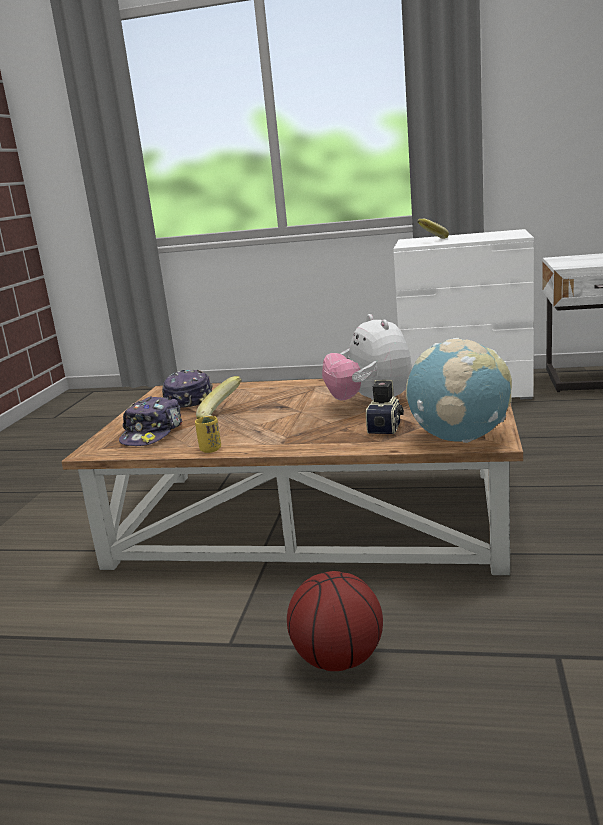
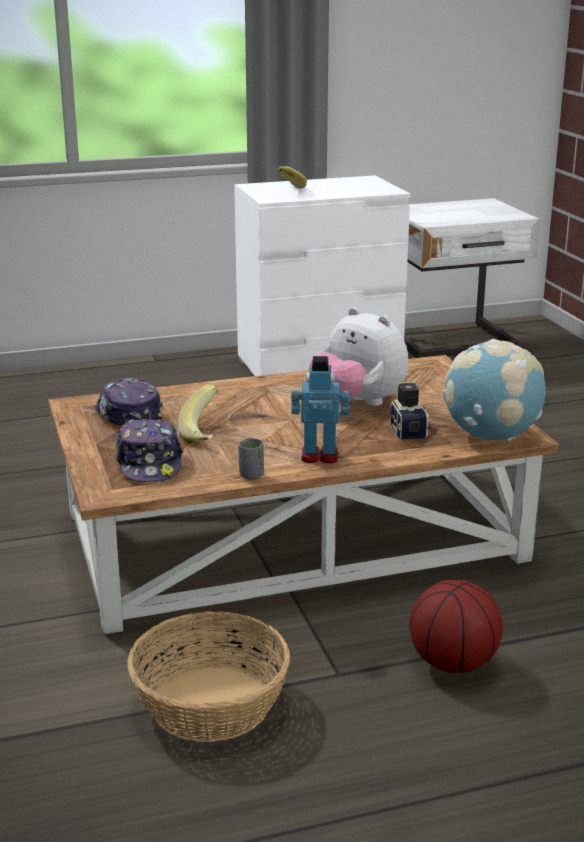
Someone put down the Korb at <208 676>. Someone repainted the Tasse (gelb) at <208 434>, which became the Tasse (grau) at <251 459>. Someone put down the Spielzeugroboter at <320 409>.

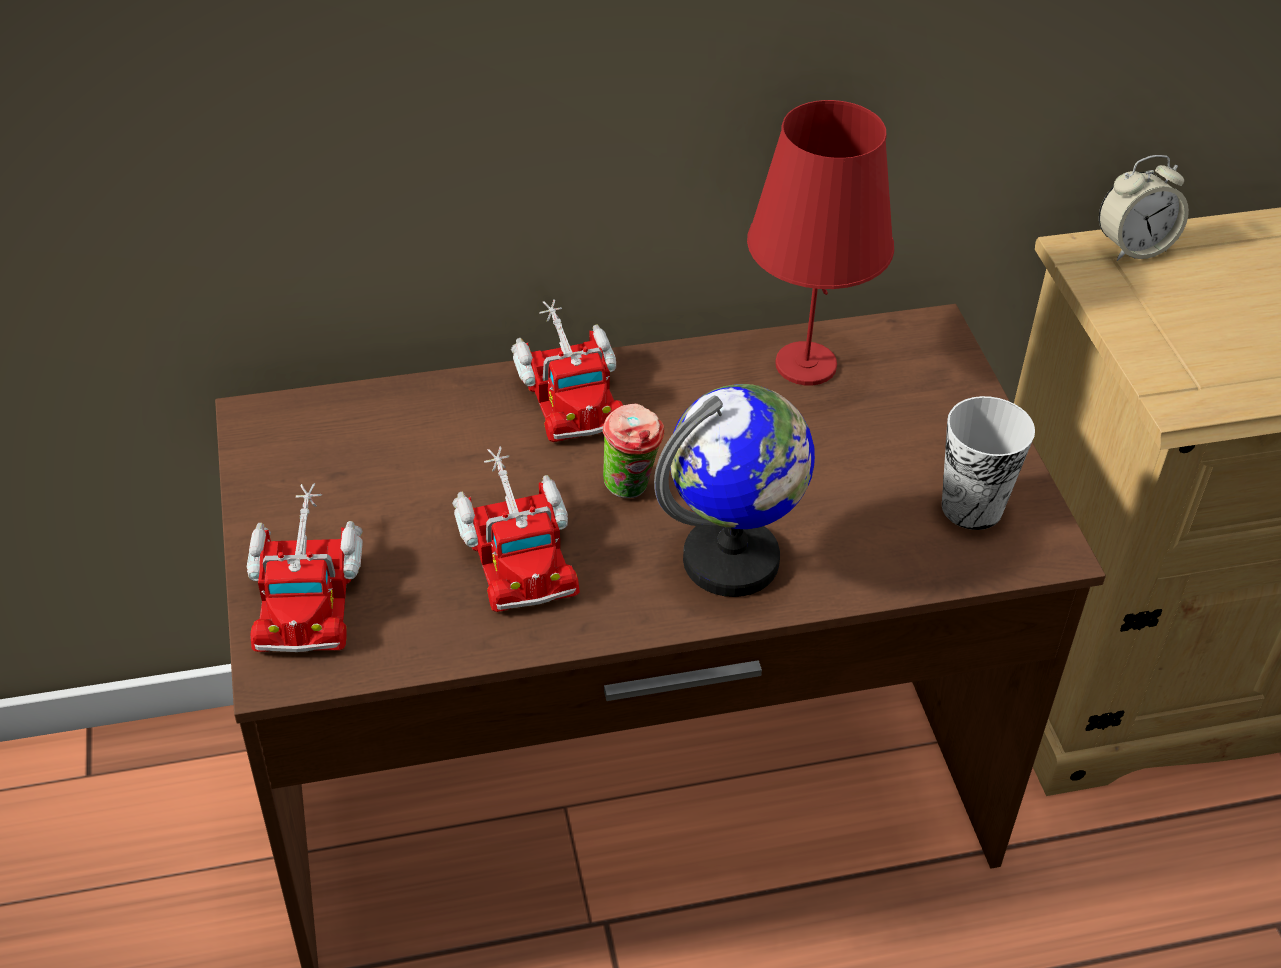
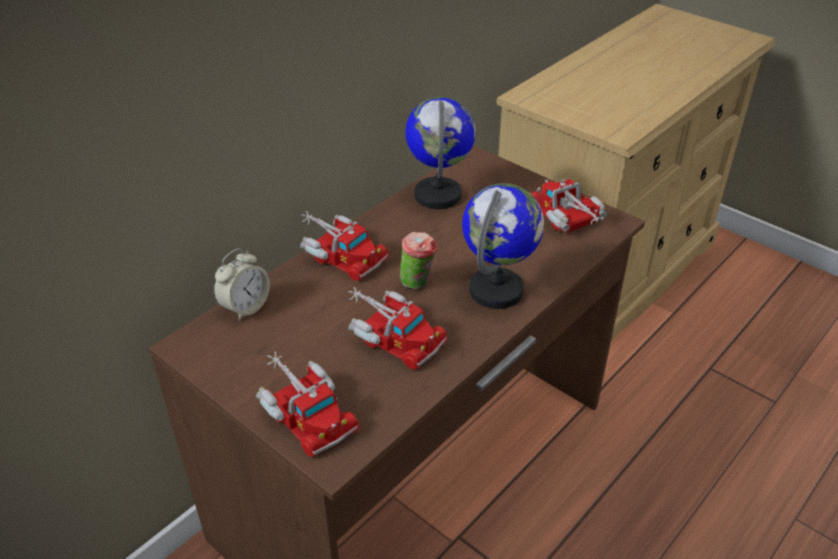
Someone carried the Wecker from <1144 208> to <241 284>. Someone swapped the Tischlampe (rot) at <820 242> for the Globus at <440 153>. Someone swapped the Tasse at <988 463> for the Spielzeuglaster at <569 206>.

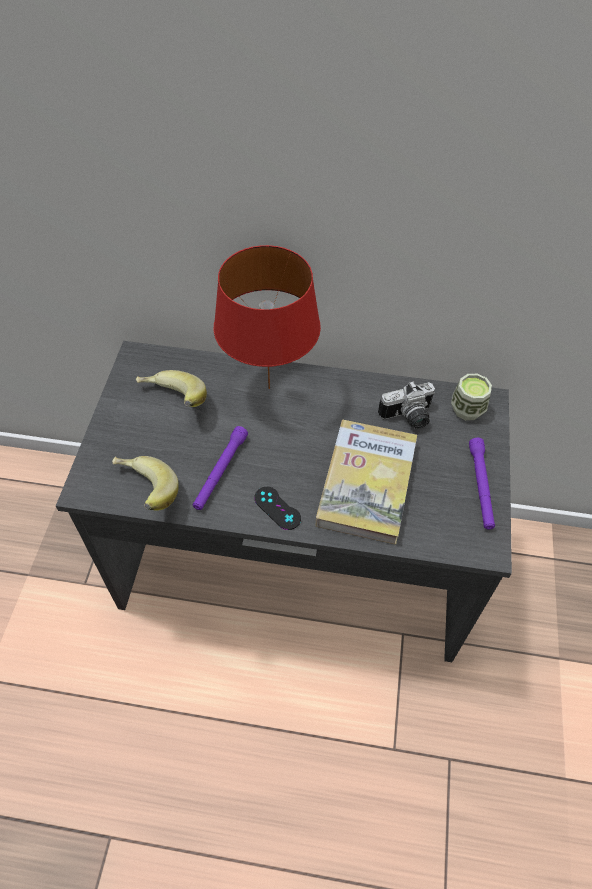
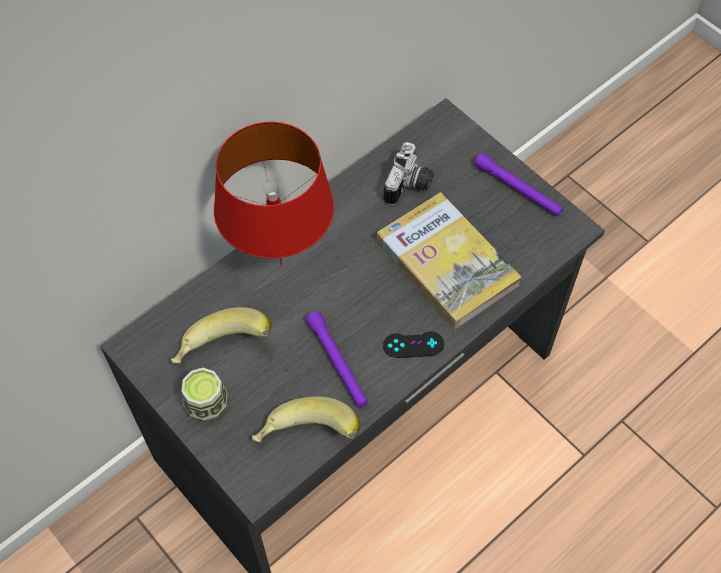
Someone carried the Tasse from <471 397> to <204 394>.

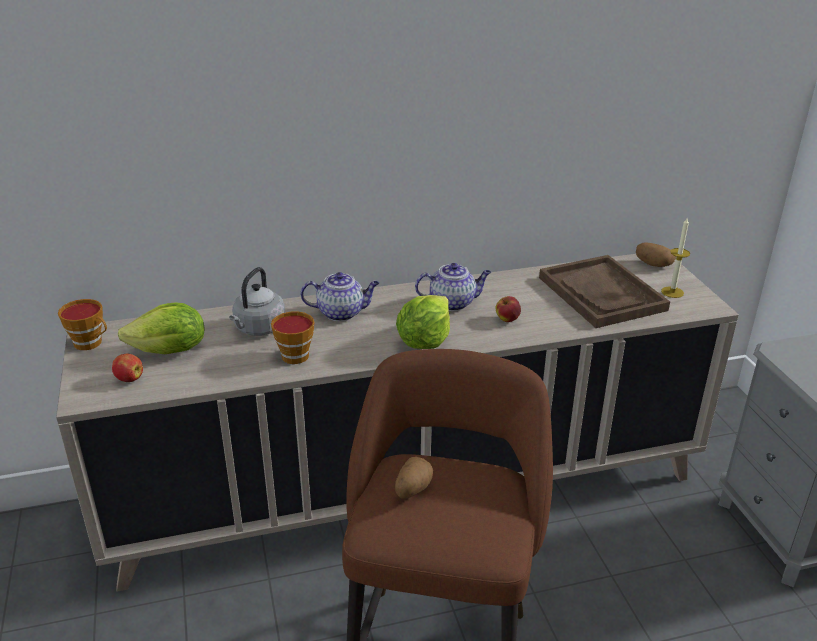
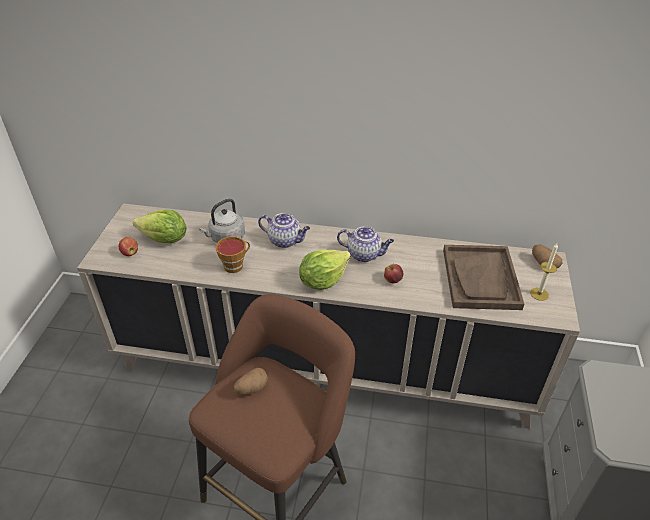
Someone took away the Tasse at <82 324>.

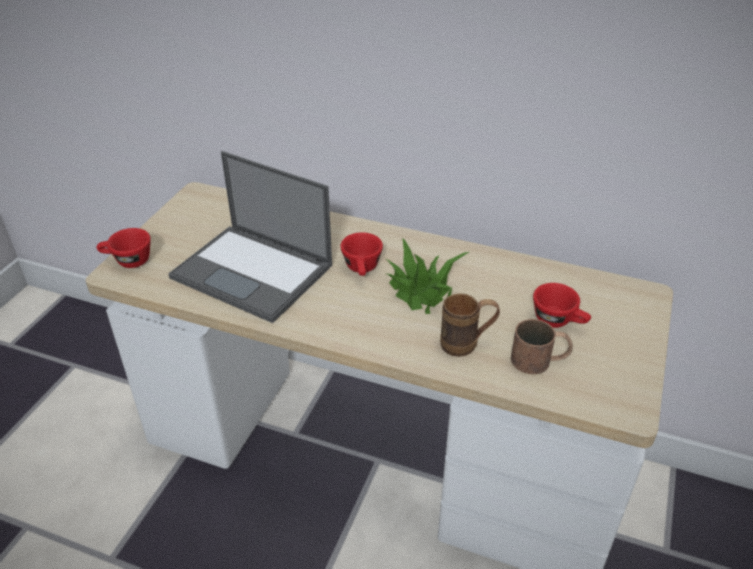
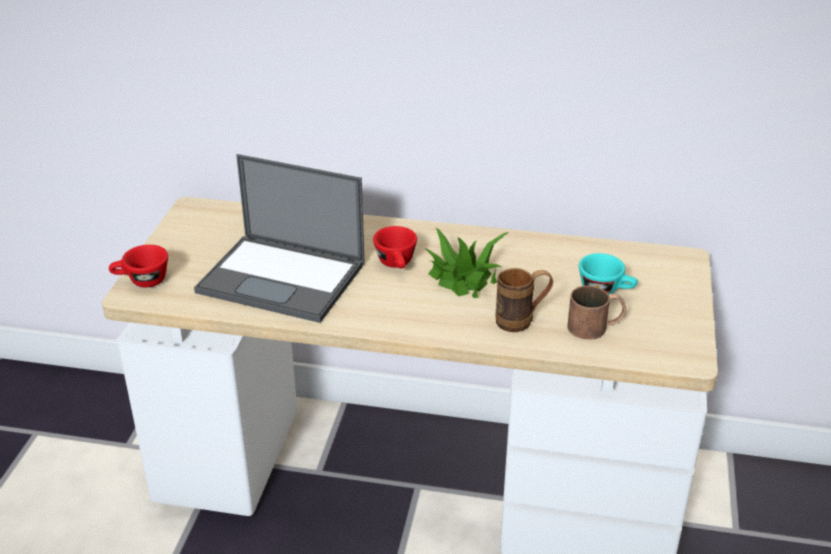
Someone repainted the Tasse (rot) at <562 305>, which became the Tasse (türkis) at <608 273>.

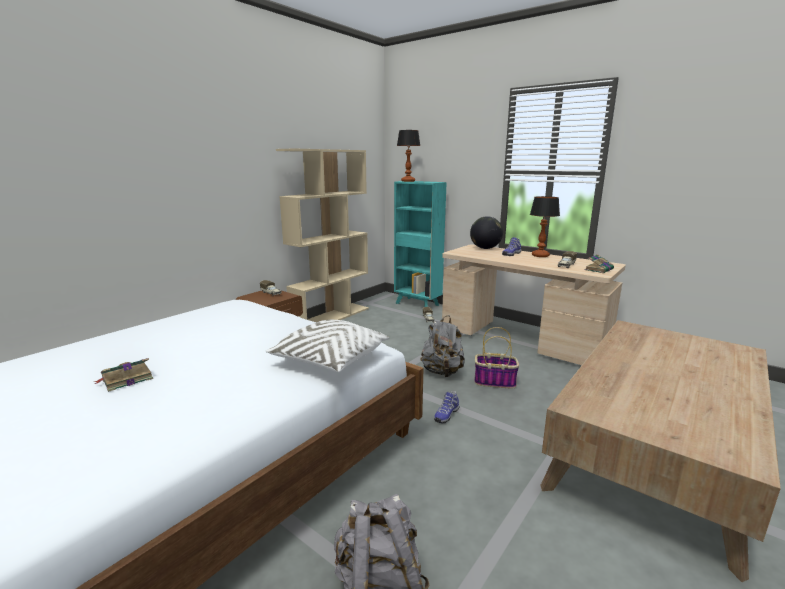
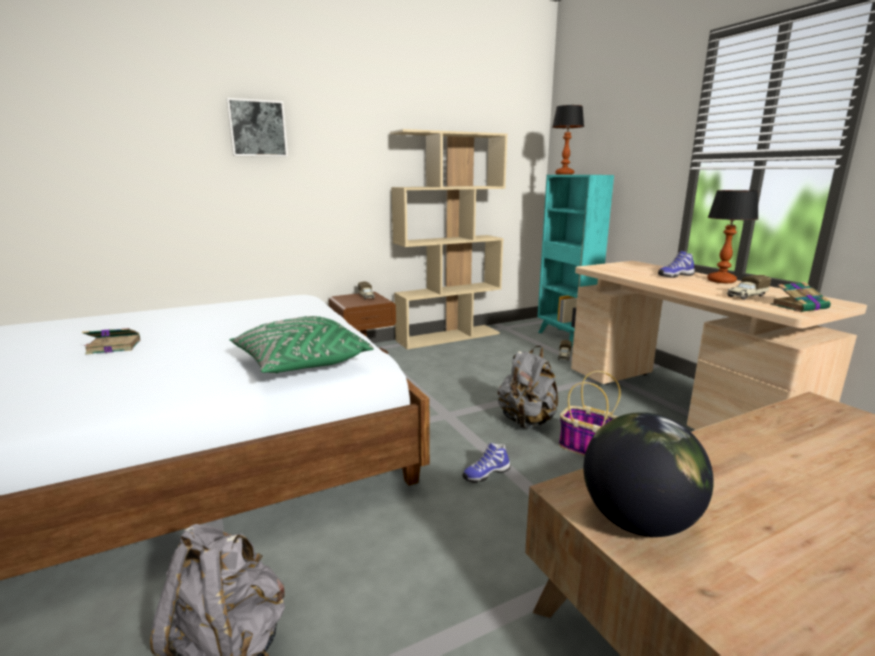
Someone put up the Bild at <257 127>. Someone repainted the Kissen (weiß) at <327 346>, which became the Kissen (grün) at <301 345>. Someone carried the Globus from <486 232> to <649 474>.

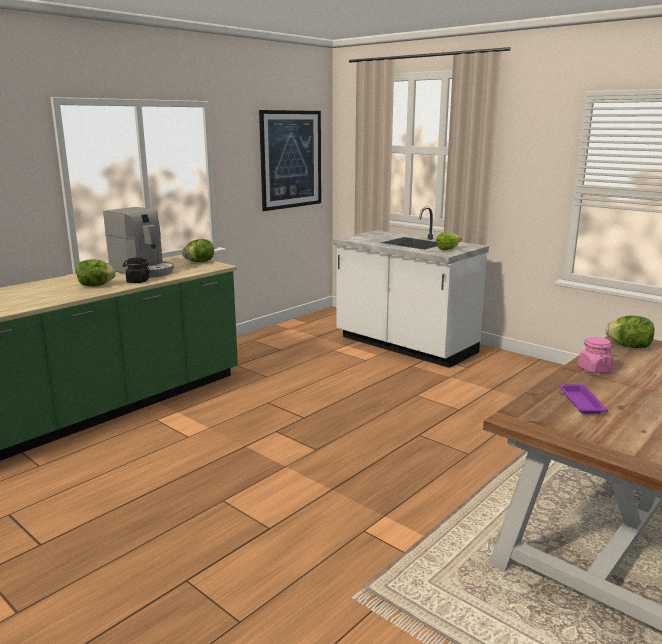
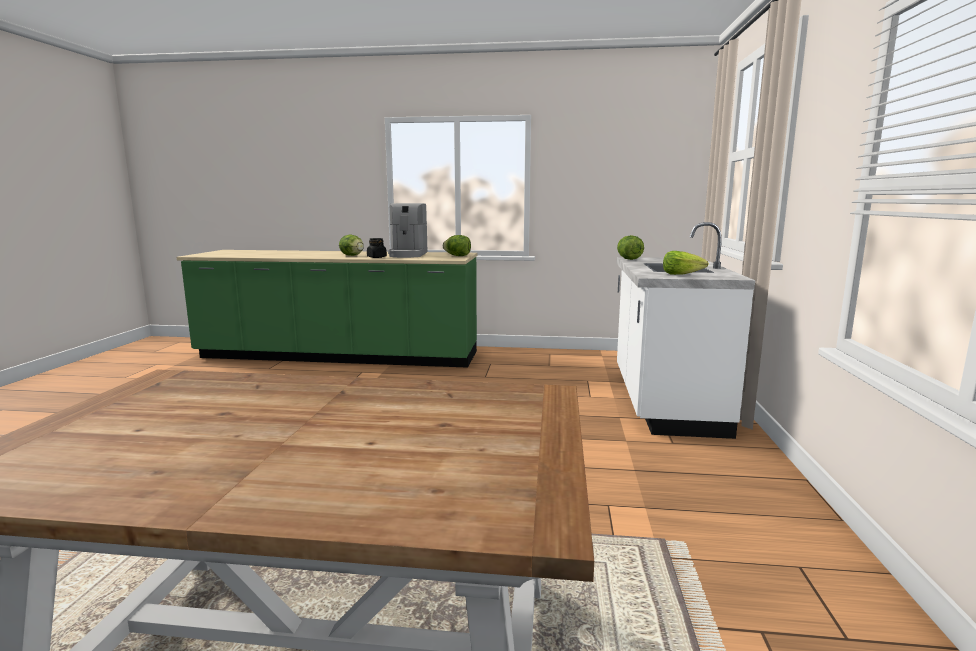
Someone carried the Salatkopf from <629 332> to <630 247>. Someone took away the Bild at <290 160>. Someone took away the Tablett (lila) at <583 399>. Someone took away the Vorratsglas (rosa) at <596 355>.

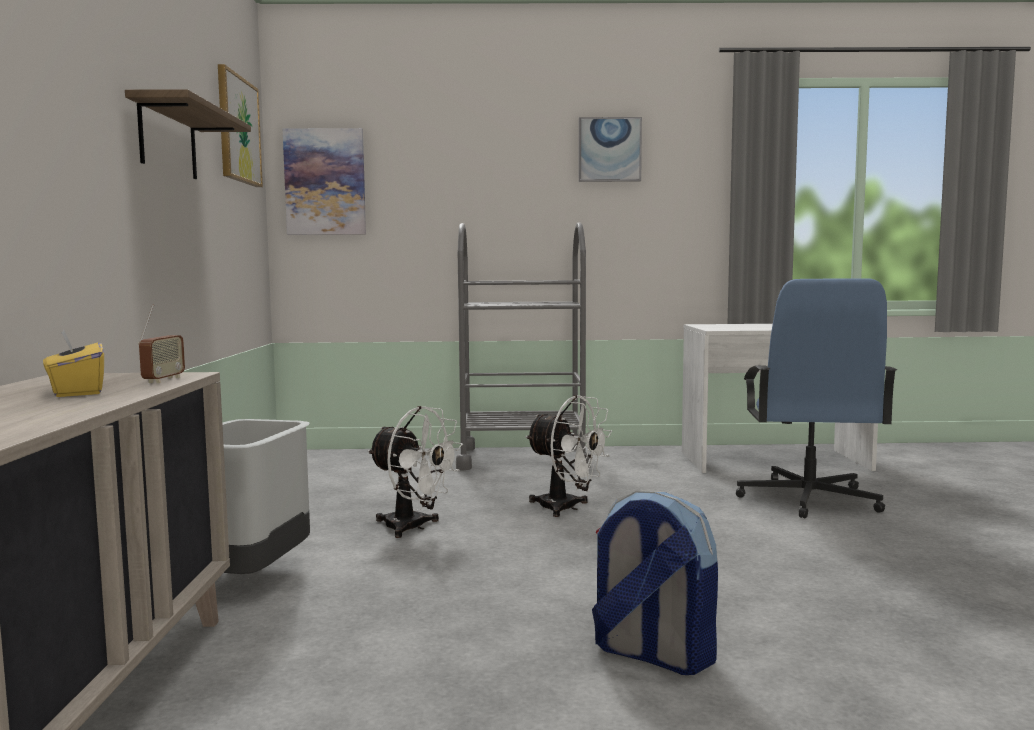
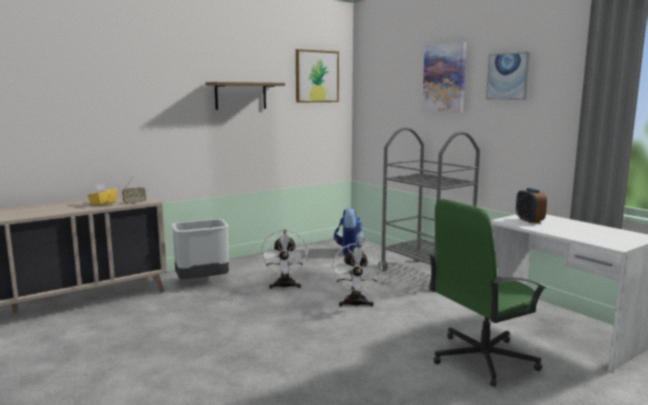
Someone carried the Rucksack from <655 583> to <349 231>. Someone carried the Bild from <324 181> to <444 77>. Someone repainted the Bürostuhl (blau) at <816 398>, which became the Bürostuhl (grün) at <487 293>. Someone put down the Wecker at <531 205>.

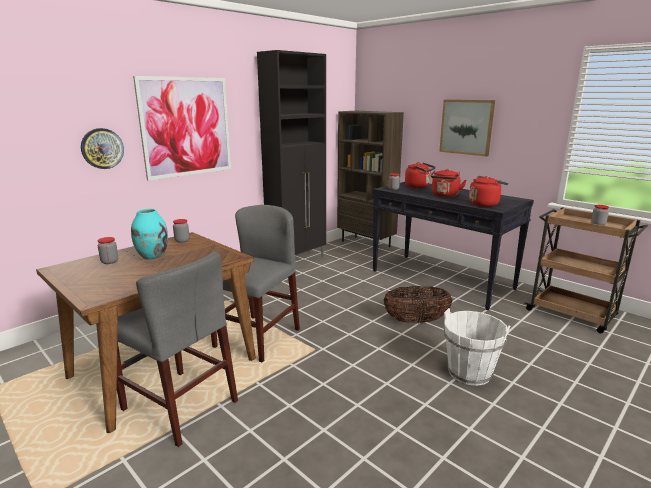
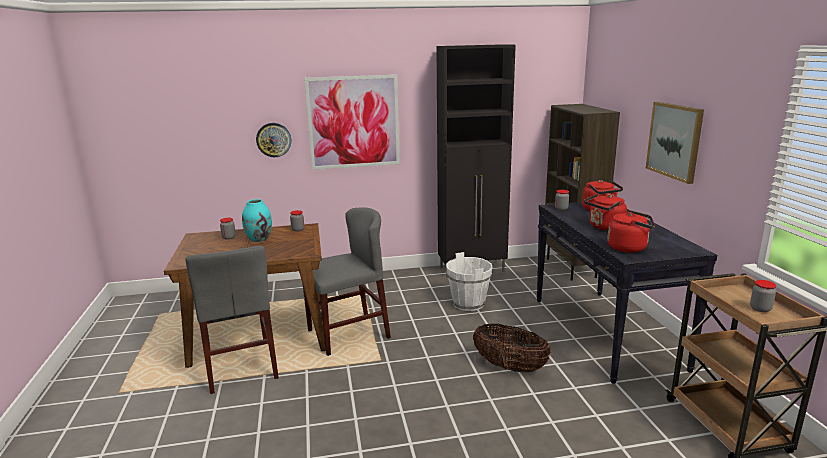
Someone carried the Eimer (weiß) from <477 347> to <469 281>.

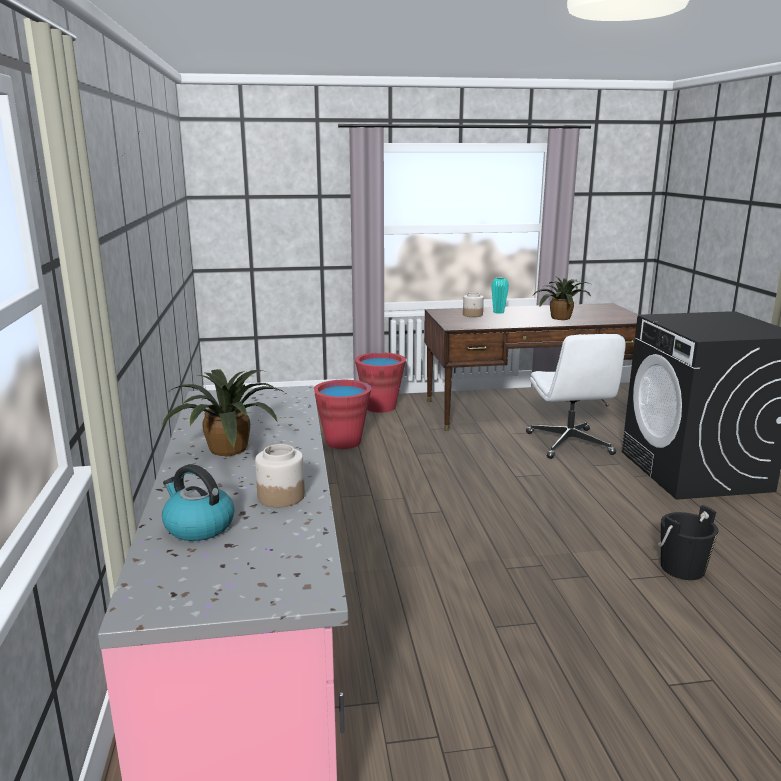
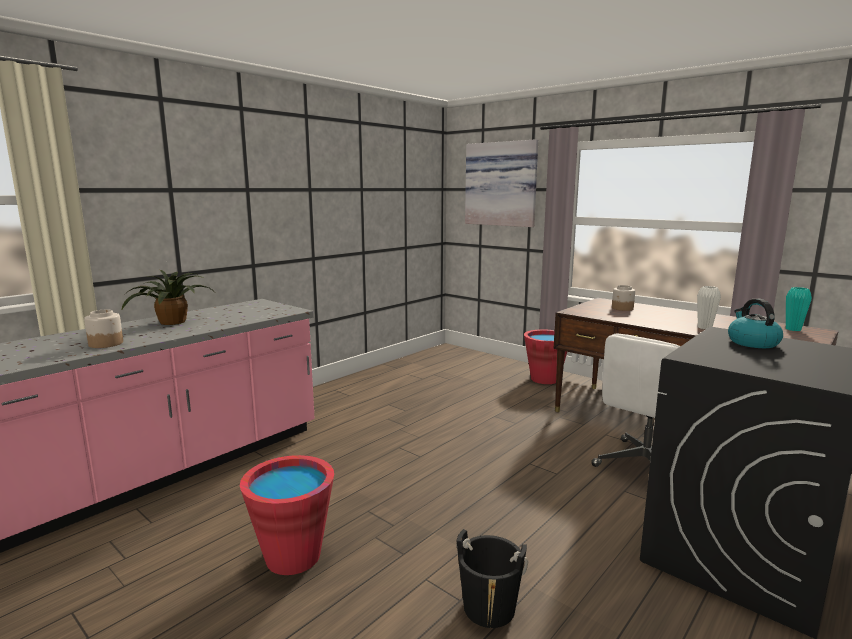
Someone carried the Eimer (rot) from <342 414> to <287 515>. Someone put up the Bild at <501 183>. Someone swapped the Topfpflanze at <563 298> for the Vase (weiß) at <709 307>. Someone carried the Wasserkessel from <198 502> to <755 323>. Someone carried the Vase (türkis) from <500 296> to <799 309>.

